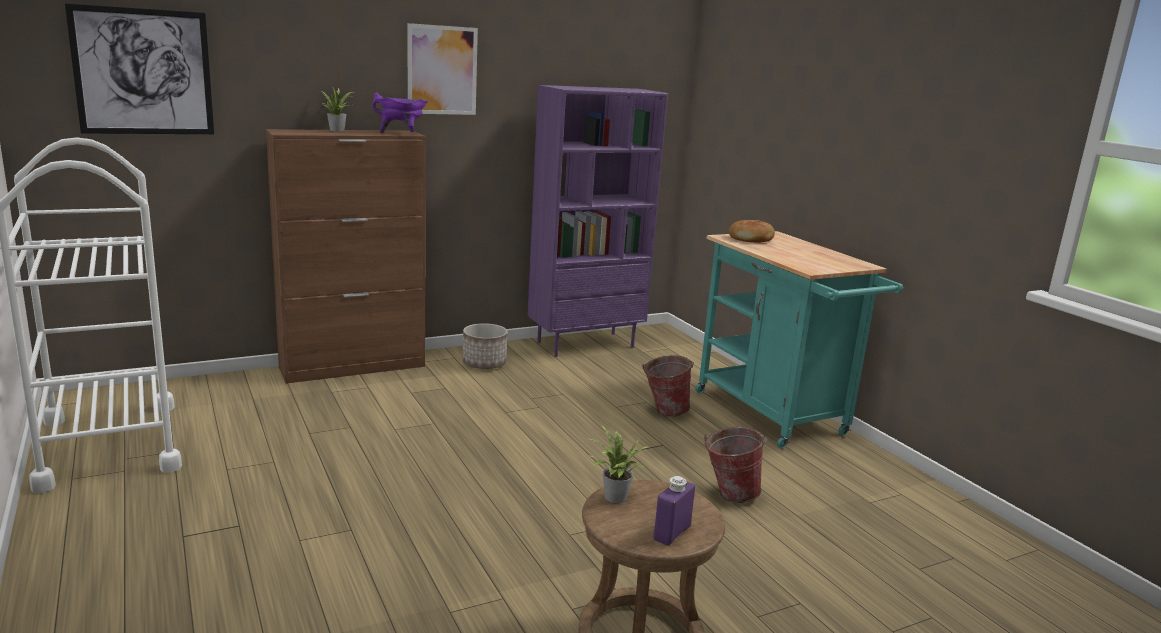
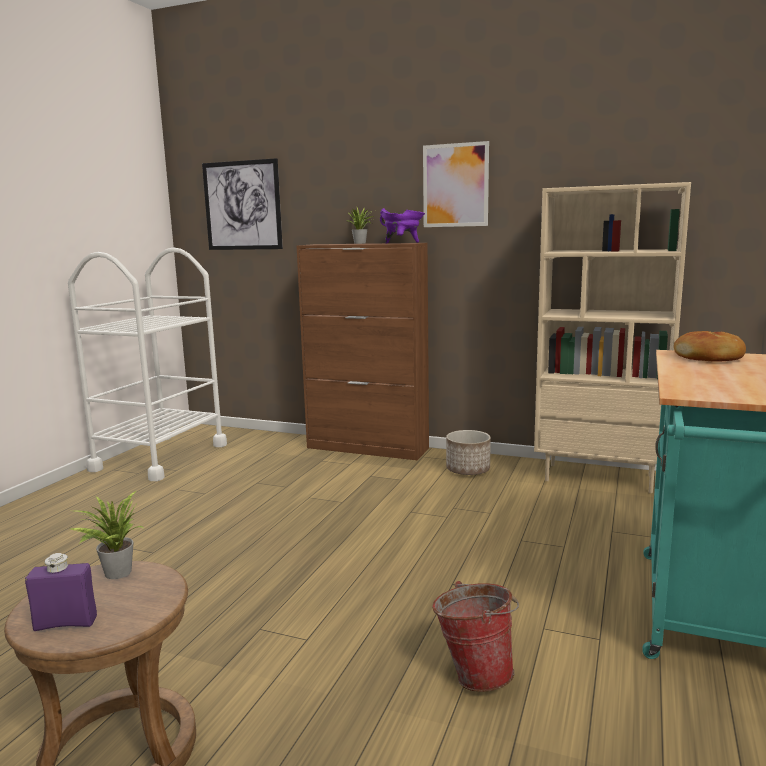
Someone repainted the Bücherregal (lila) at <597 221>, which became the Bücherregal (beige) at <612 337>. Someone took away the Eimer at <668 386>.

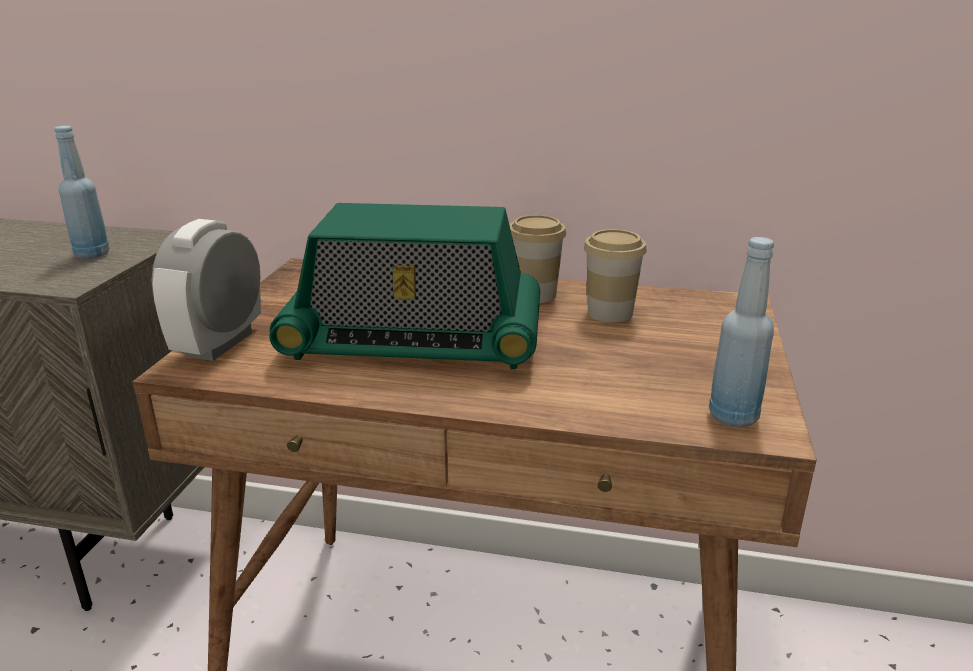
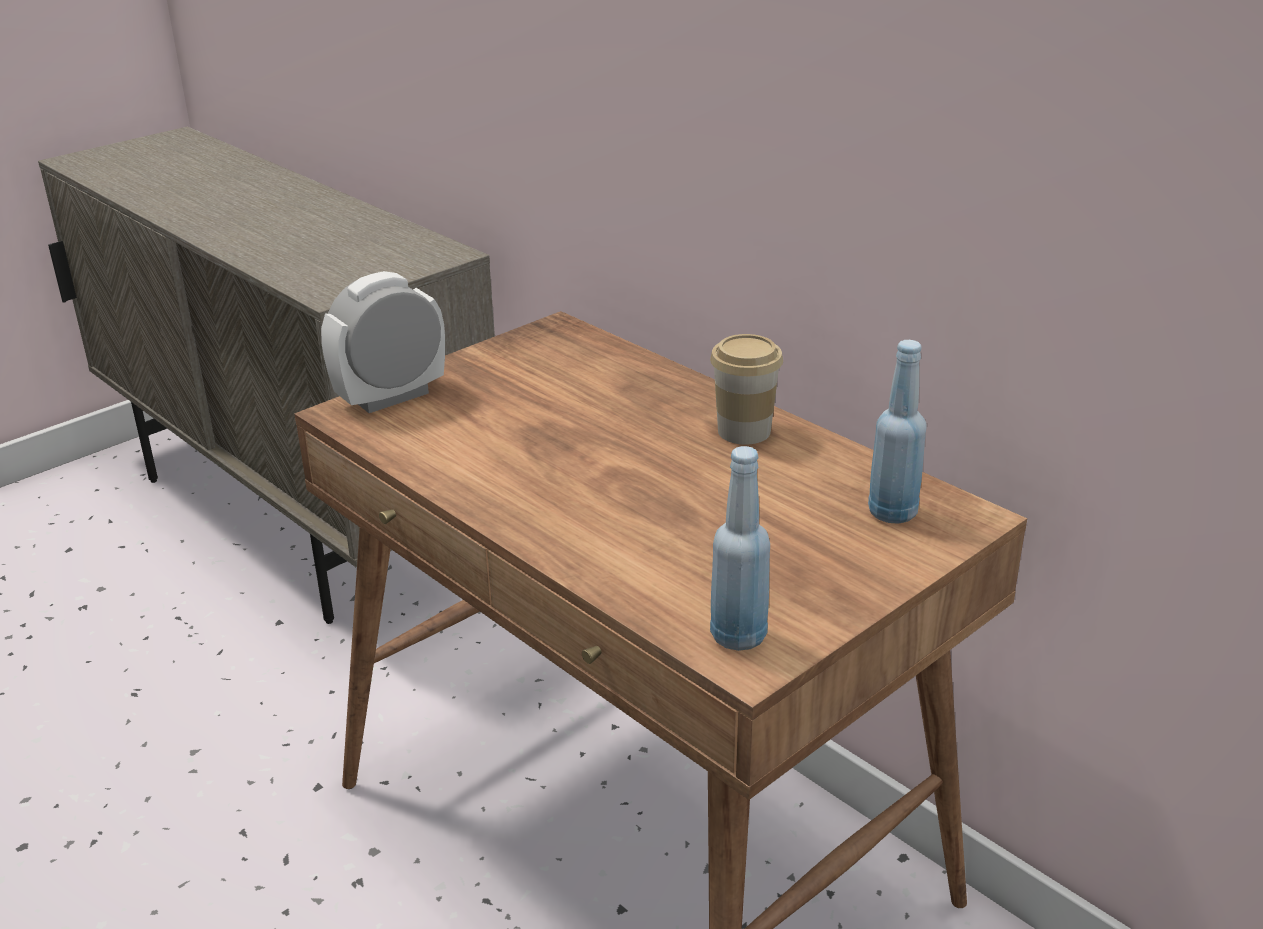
Someone carried the Flasche (blau) from <82 192> to <897 432>. Someone took away the Radio at <405 286>. Someone took away the Tasse at <615 276>.

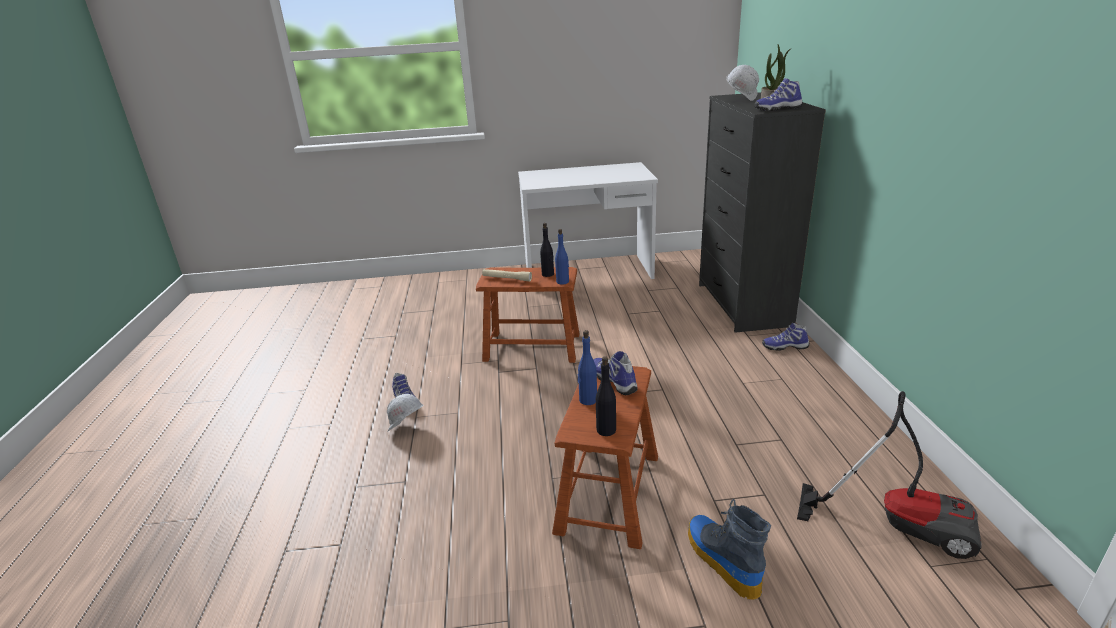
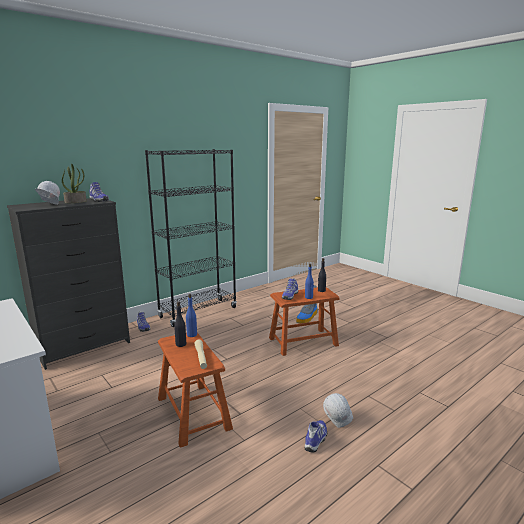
Someone put down the Bücherregal (schwarz) at <191 238>. Someone took away the Staubsauger at <889 475>.

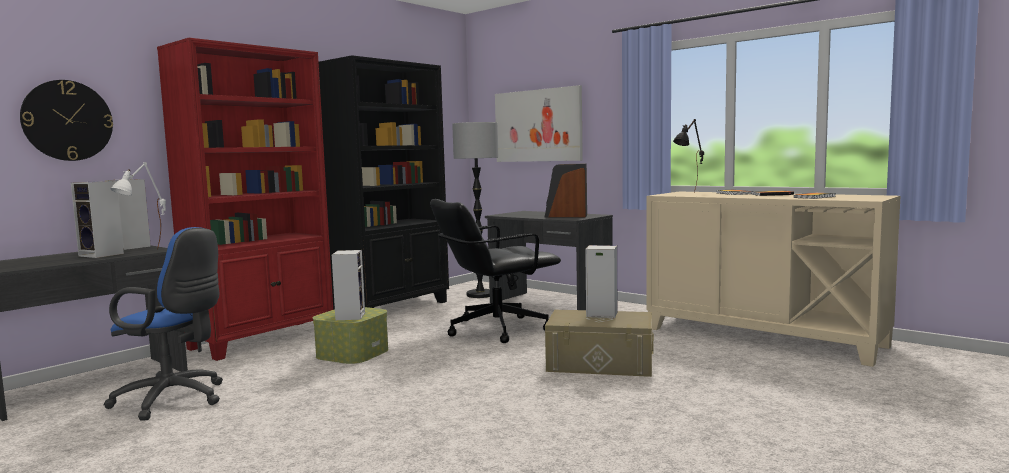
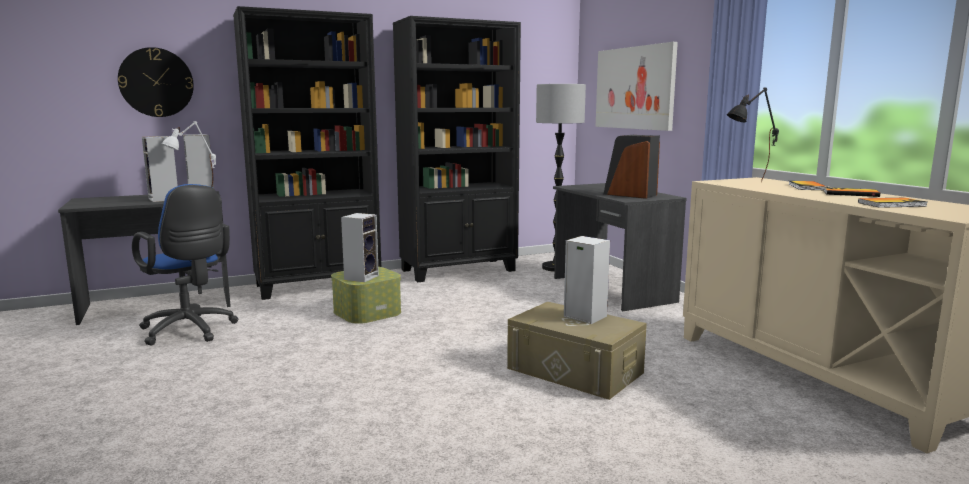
Someone repainted the Bücherregal (rot) at <245 199>, which became the Bücherregal (schwarz) at <307 153>. Someone took away the Bürostuhl (schwarz) at <495 271>.

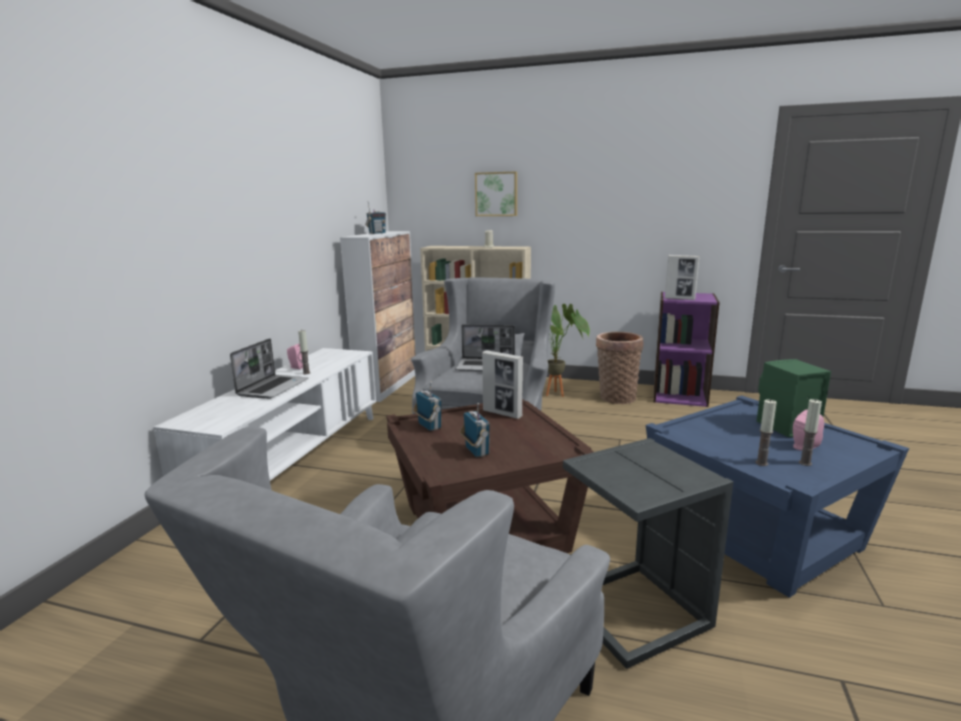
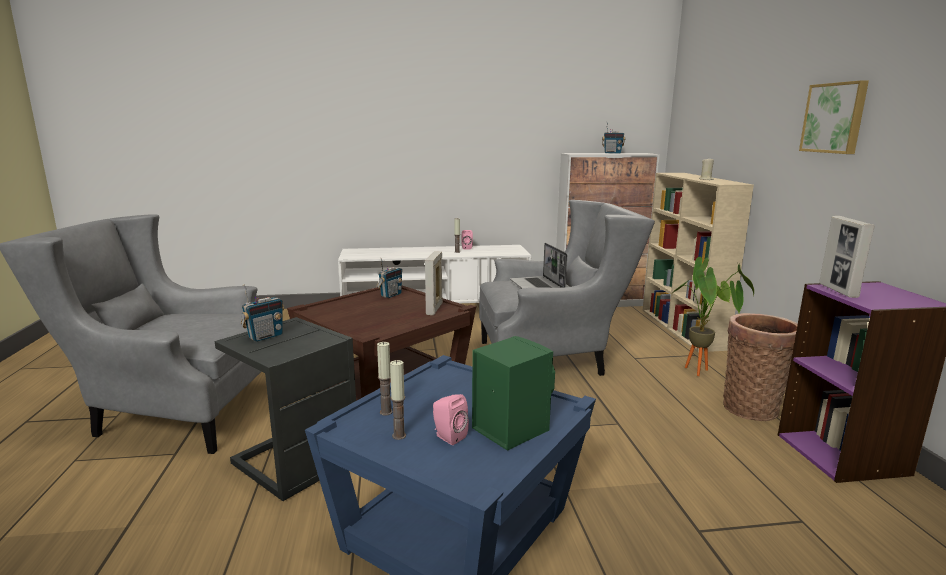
Someone carried the Radio from <475 430> to <263 313>. Someone carried the Bild from <496 193> to <834 117>. Someone took away the Laptop at <269 368>.

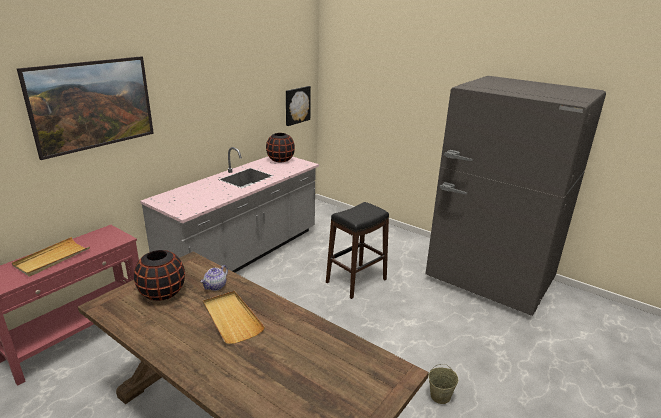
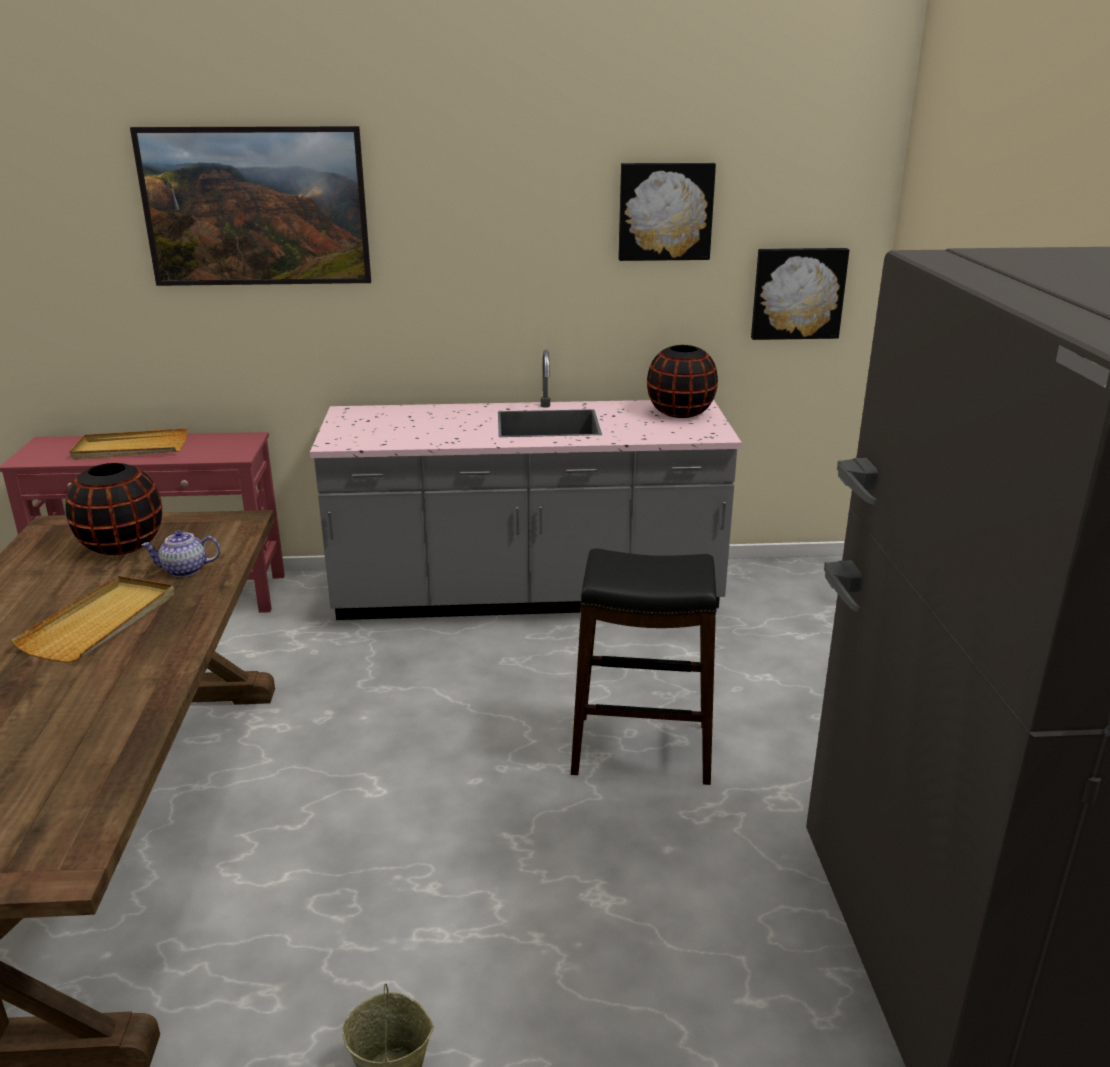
Someone put up the Bild at <667 212>.

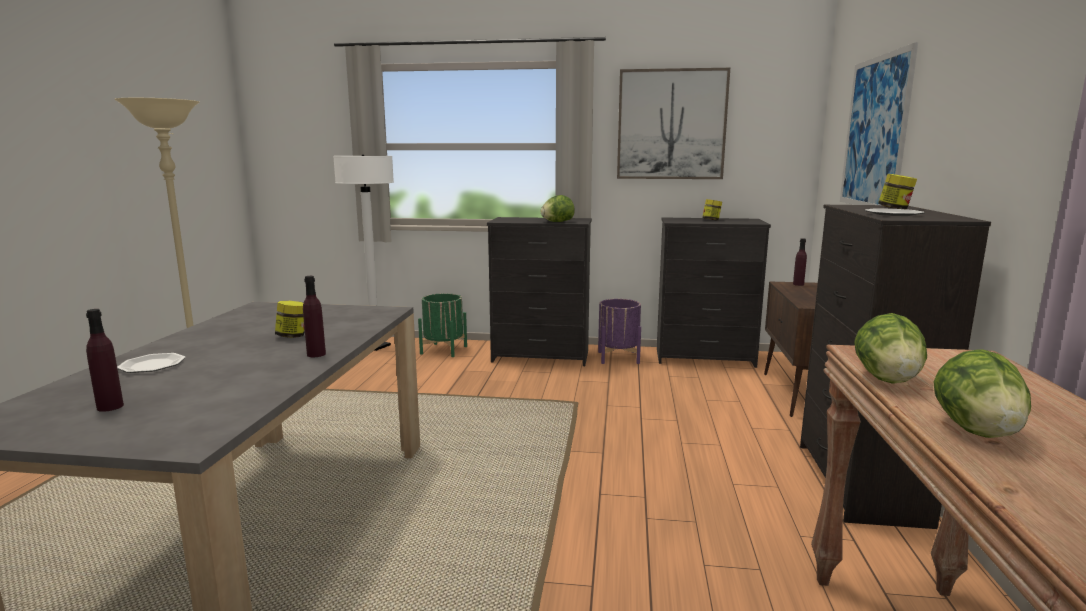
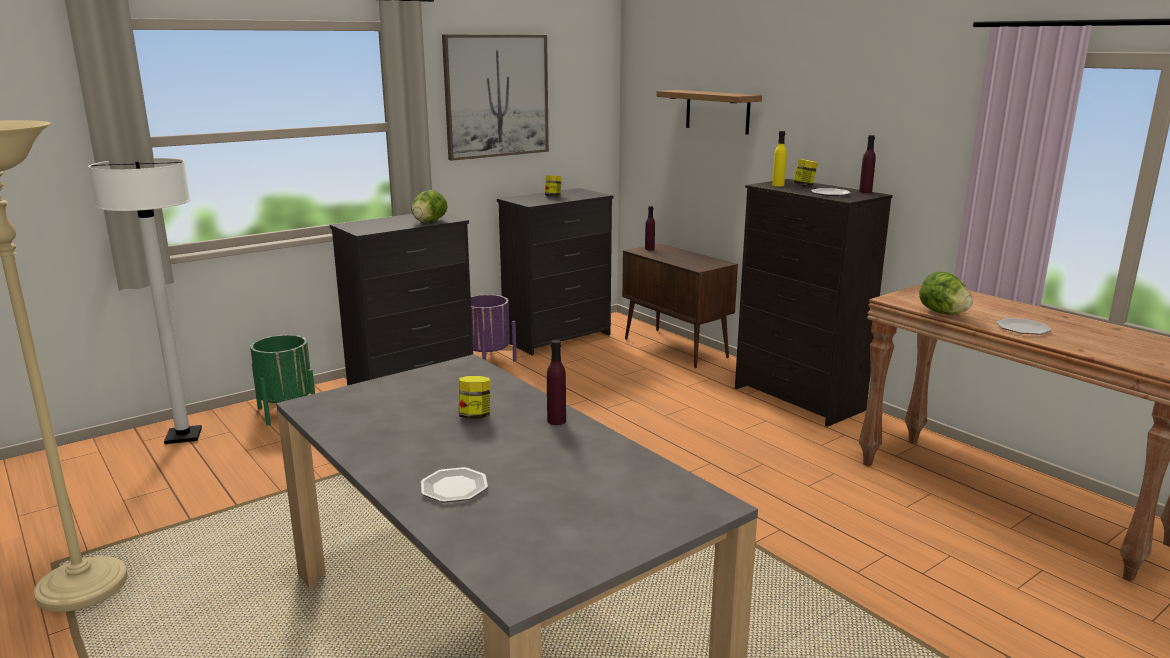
Someone swapped the Bild at <879 123> for the Wandregal at <709 112>. Someone put down the Flasche (gelb) at <779 158>. Someone carried the Flasche (lila) from <105 360> to <867 164>. Someone swapped the Salatkopf at <982 393> for the Teller at <1023 326>.

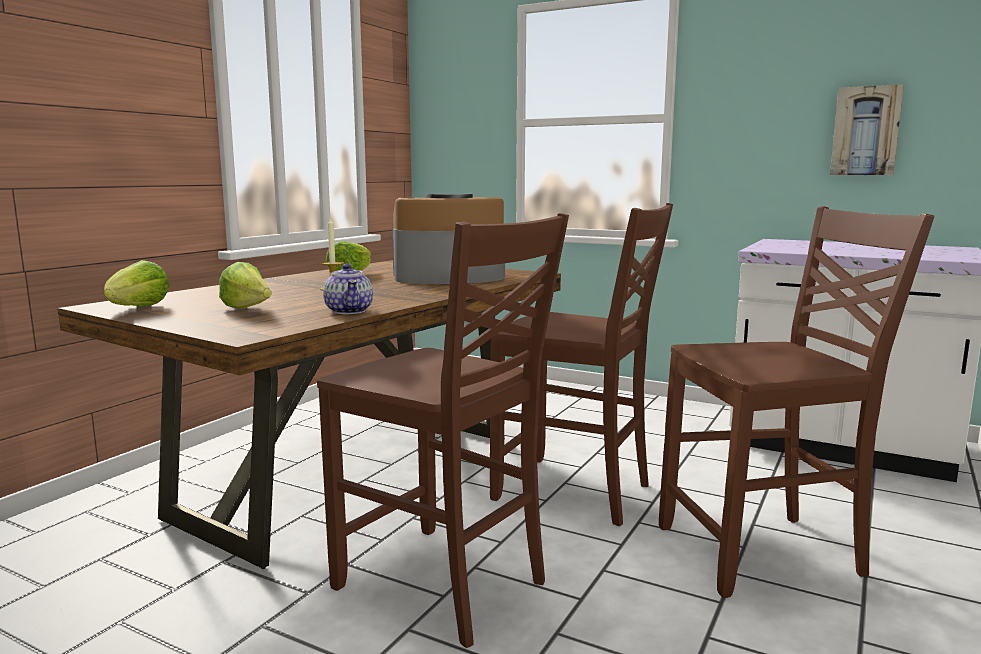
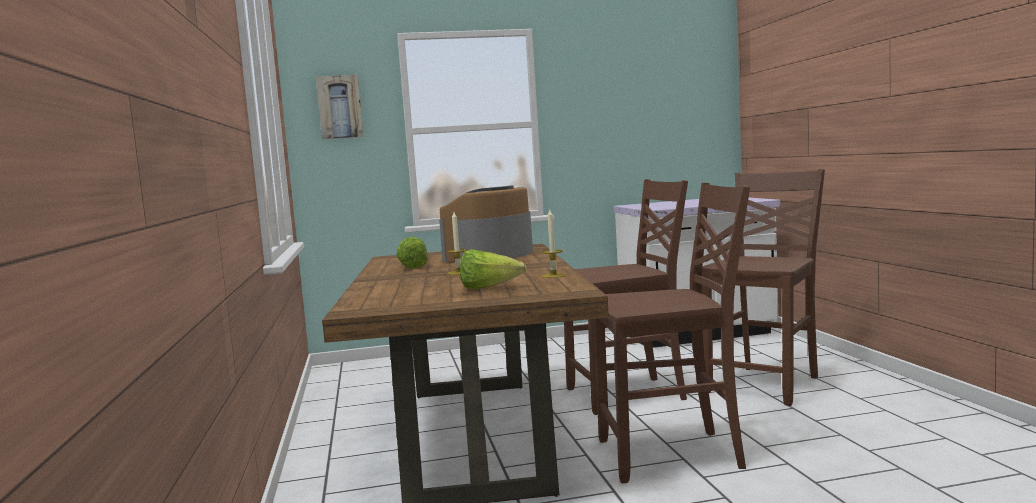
Someone carried the Bild from <867 129> to <340 107>. Someone swapped the Teekanne at <348 289> for the Kerze at <553 243>. Someone took away the Salatkopf at <137 283>.

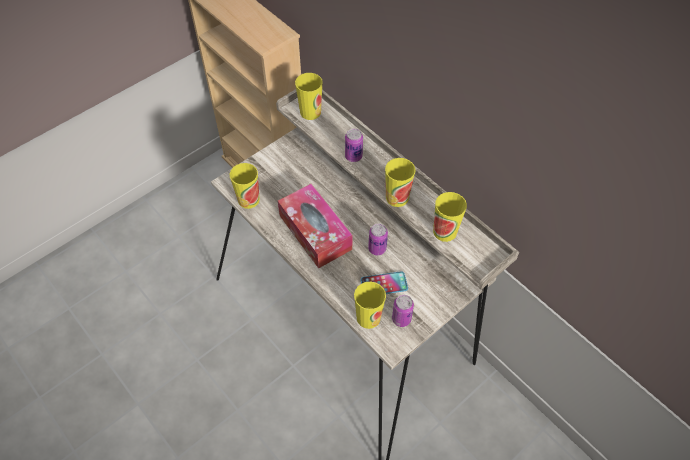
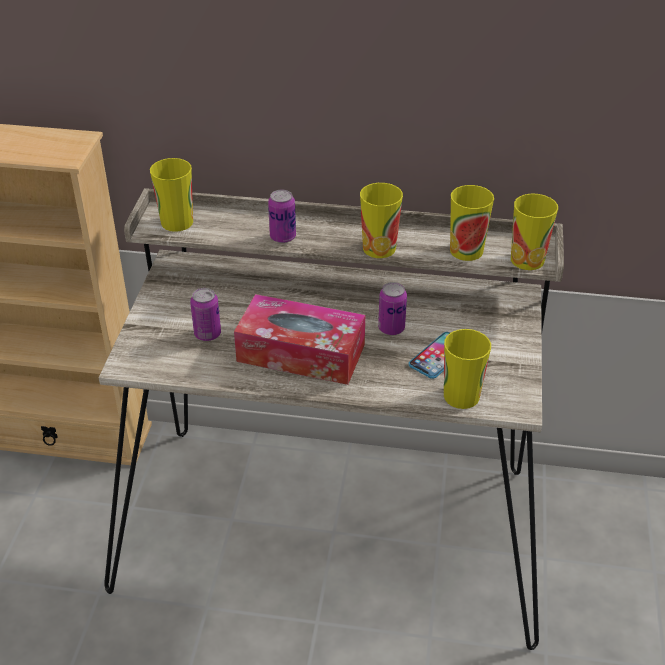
Someone carried the Dose from <403 311> to <205 314>. Someone carried the Tasse from <245 186> to <534 232>.

